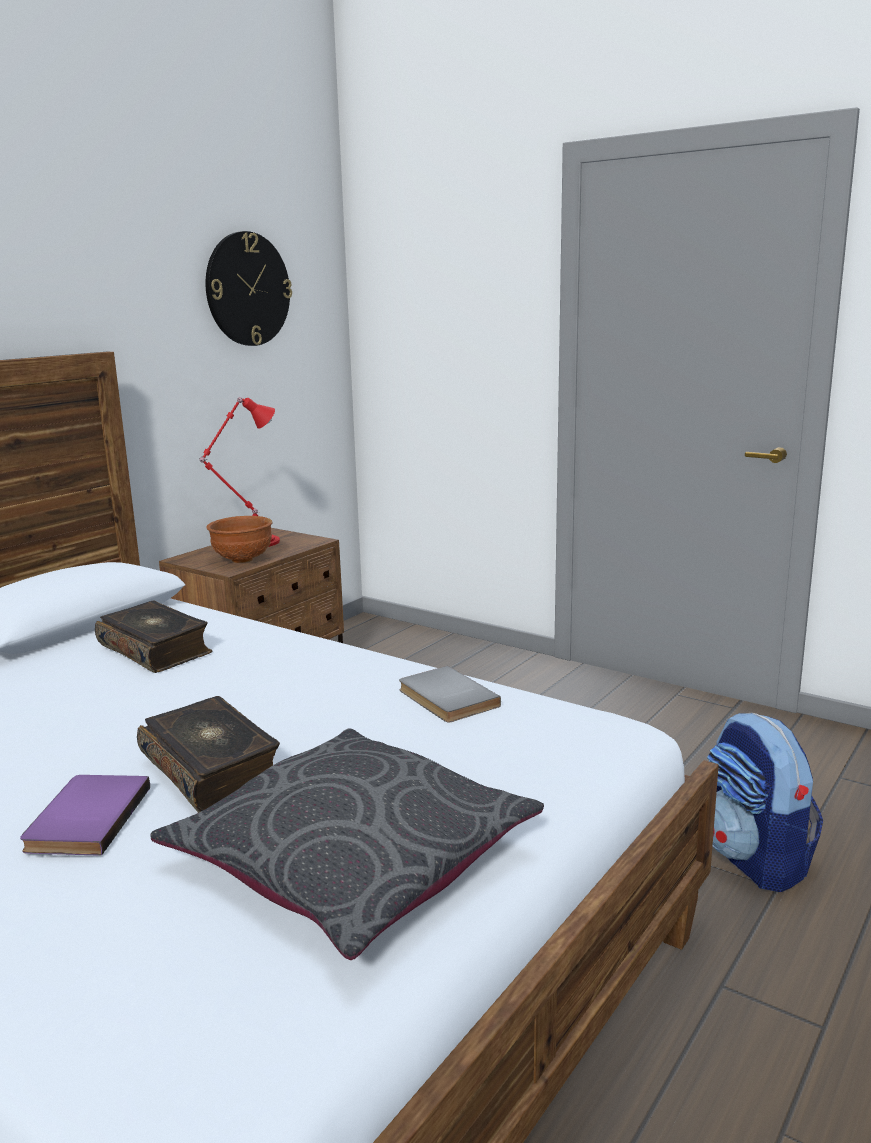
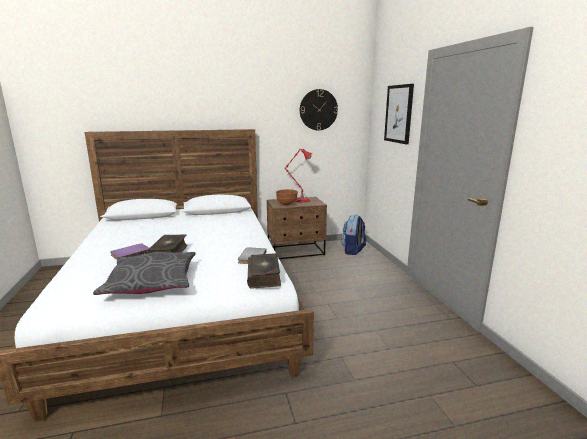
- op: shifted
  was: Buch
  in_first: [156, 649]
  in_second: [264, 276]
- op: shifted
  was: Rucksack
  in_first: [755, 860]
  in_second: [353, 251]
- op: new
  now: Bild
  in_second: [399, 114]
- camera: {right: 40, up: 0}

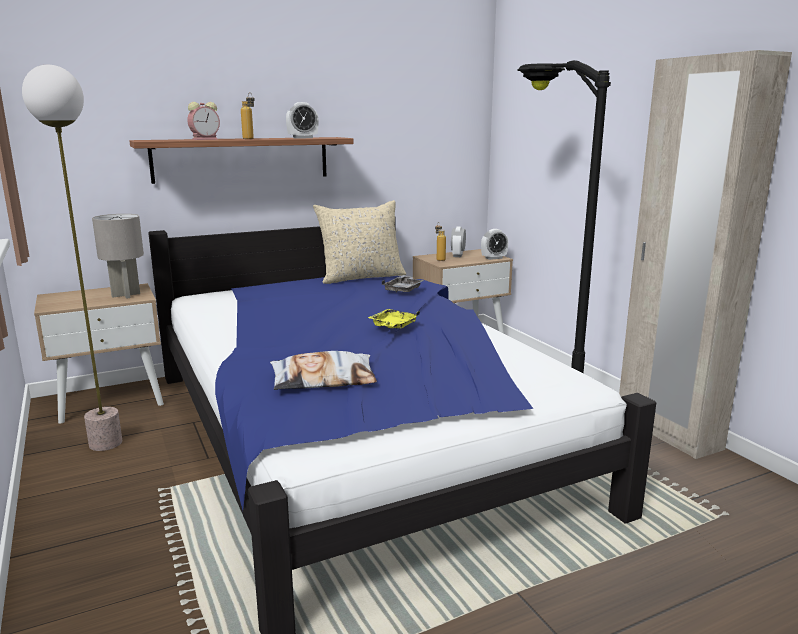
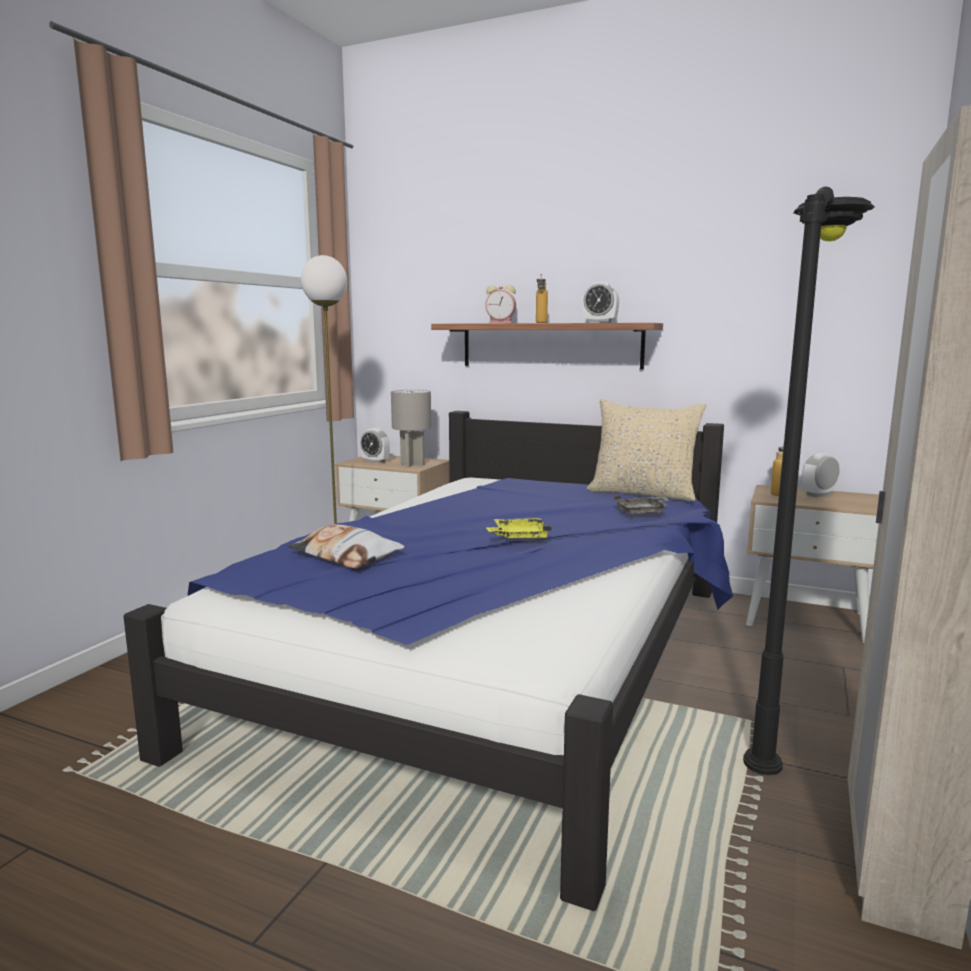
- op: shifted
  was: Wecker
  in_first: [494, 258]
  in_second: [375, 461]
- camera: {right: 50, up: -5}

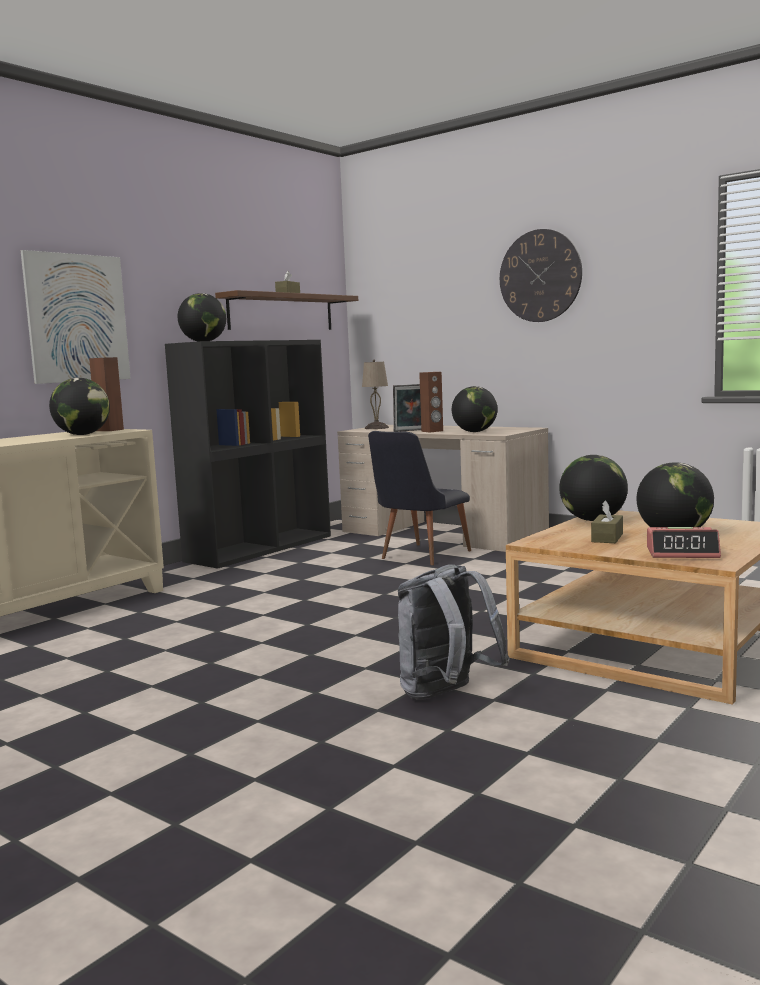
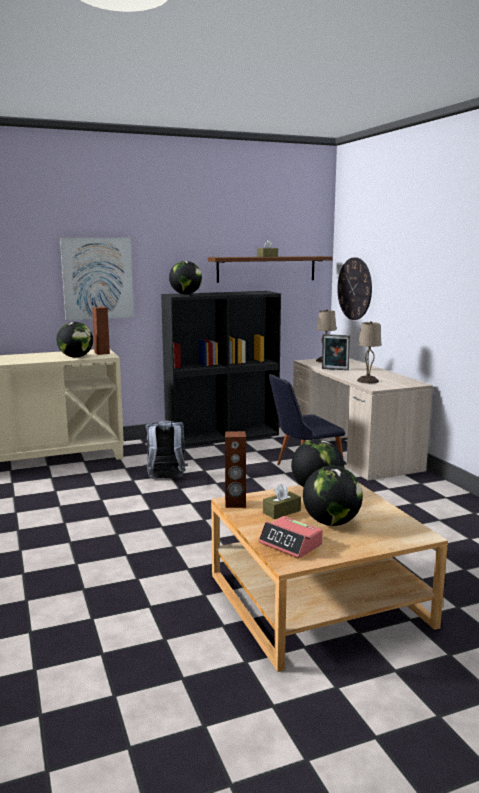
- op: shifted
  was: Wanduhr
  in_first: [540, 276]
  in_second: [354, 288]
- op: shifted
  was: Lautsprecher [braun]
  in_first: [432, 431]
  in_second: [235, 504]
- op: swapped
  was: Globus
  now: Tischlampe [beige]
  in_first: [474, 432]
  in_second: [367, 380]
- op: shifted
  was: Rucksack [grau]
  in_first: [446, 695]
  in_second: [166, 479]
- camera: {right: 30, up: 5}

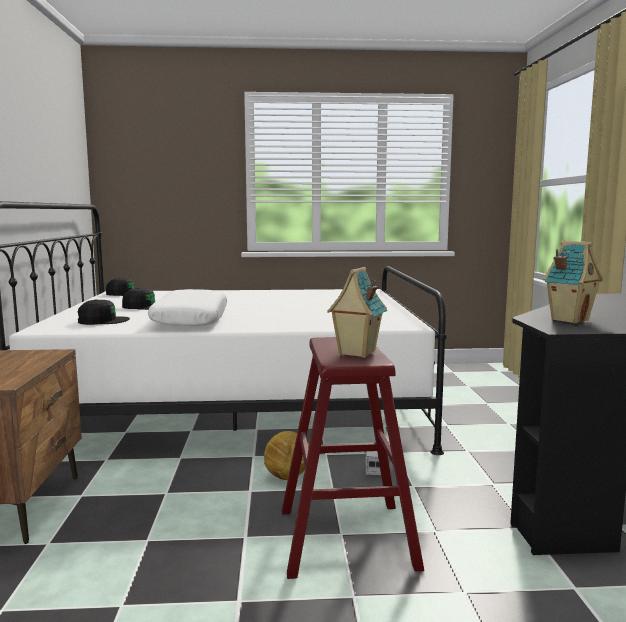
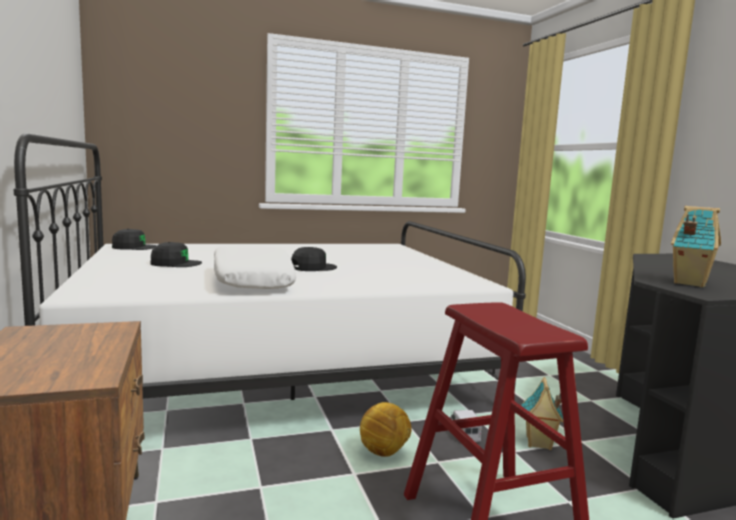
- op: shifted
  was: Spielzeughaus
  in_first: [356, 353]
  in_second: [538, 443]
- op: shifted
  was: Kappe [schwarz]
  in_first: [102, 321]
  in_second: [313, 267]
- camera: {right: -15, up: 0}

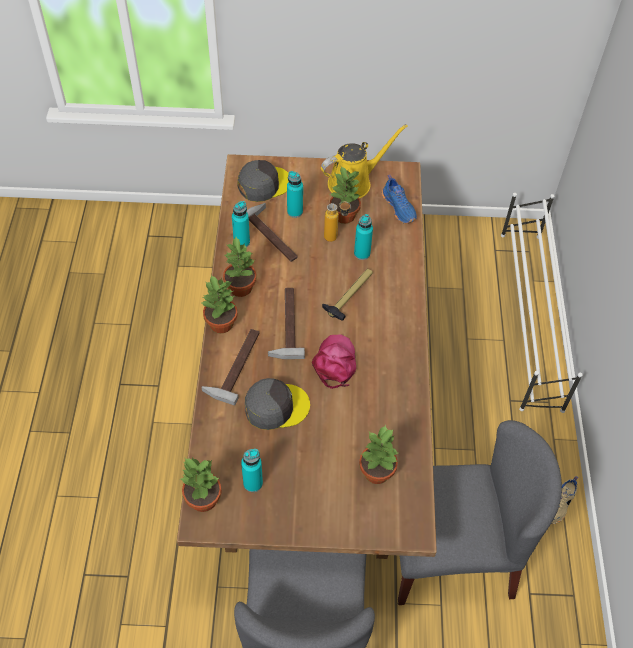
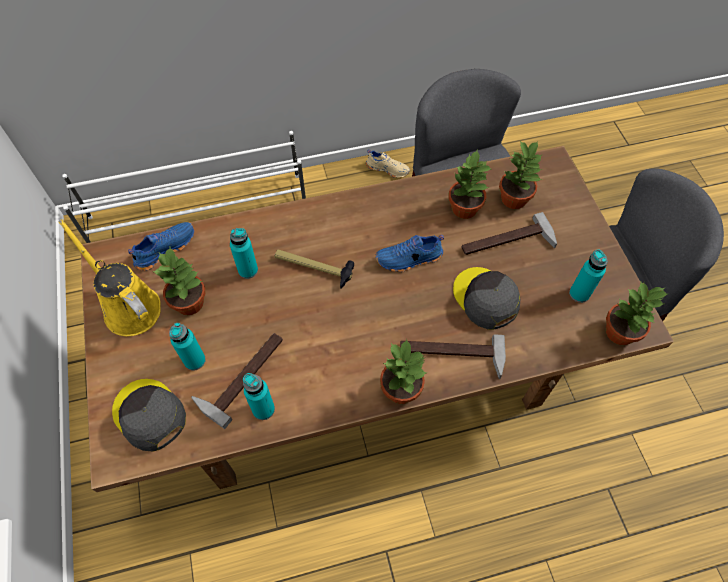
- op: gone
  was: Flasche
  in_first: [336, 238]
- op: shifted
  was: Topfpflanze
  in_first: [240, 287]
  in_second: [464, 209]
- op: shifted
  was: Hammer
  in_first: [285, 324]
  in_second: [507, 243]
- op: swapped
  was: Kappe [rosa]
  now: Schuh [blau]
  in_first: [335, 363]
  in_second: [409, 259]
- camera: {right: -105, up: 5}

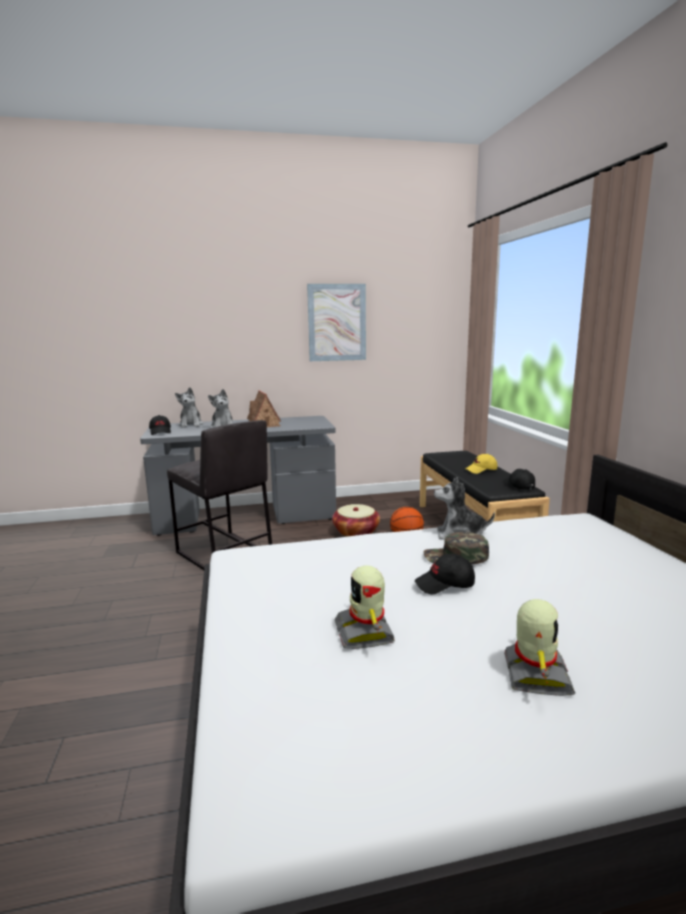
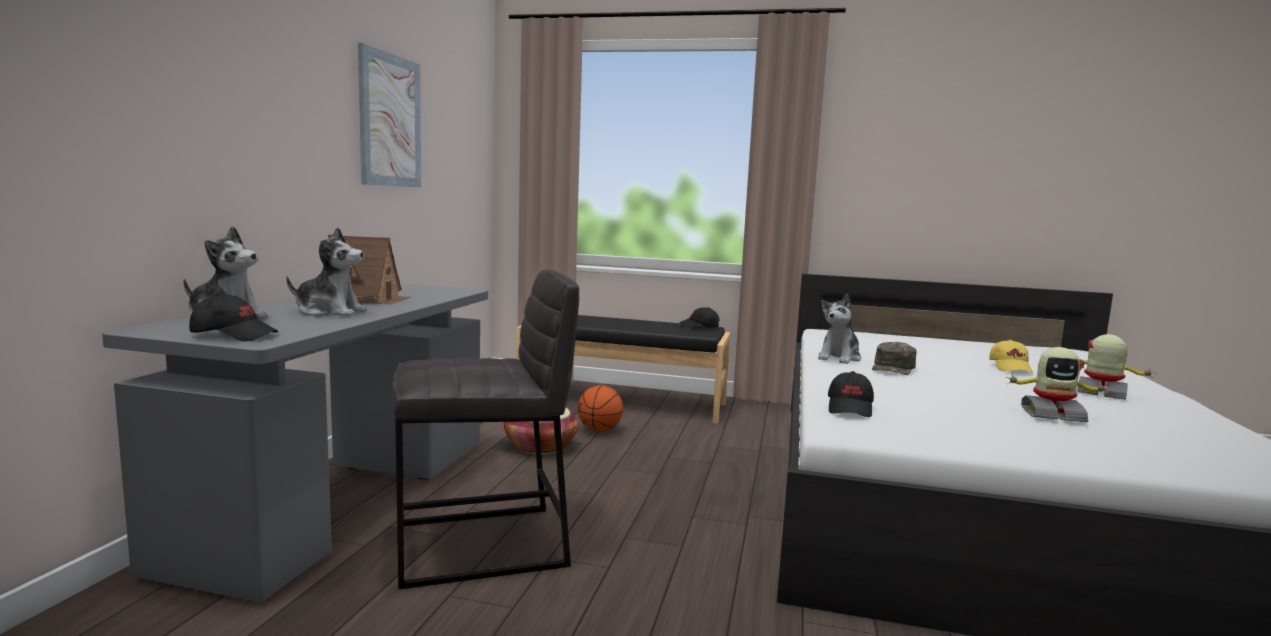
- op: shifted
  was: Kappe [gelb]
  in_first: [481, 470]
  in_second: [1011, 368]
- op: shifted
  was: Kappe [schwarz]
  in_first: [445, 584]
  in_second: [850, 408]
- camera: {right: -65, up: -5}

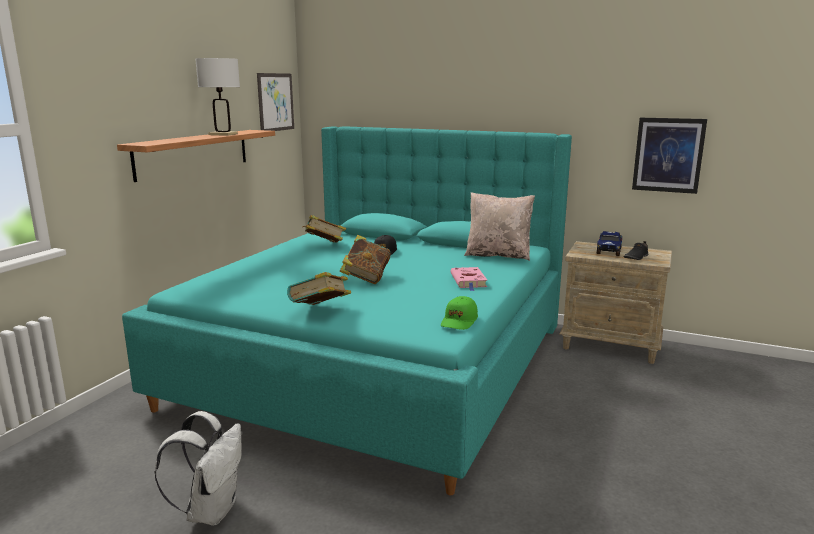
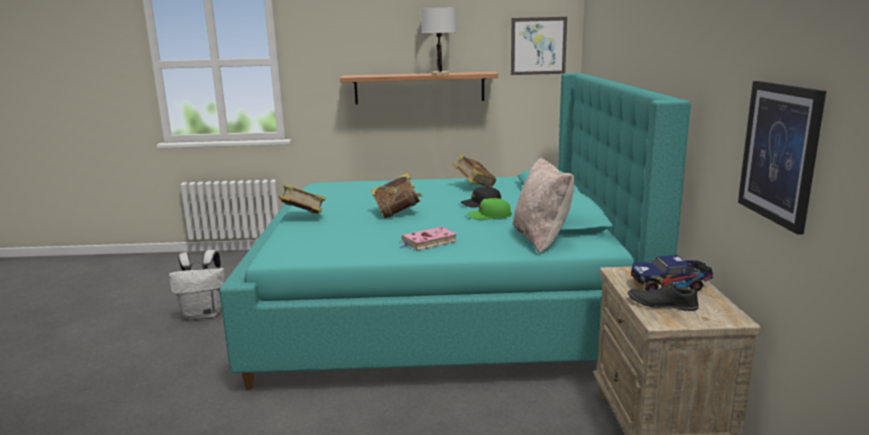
- op: shifted
  was: Kappe [grün]
  in_first: [459, 321]
  in_second: [489, 216]
- camera: {right: 65, up: 0}

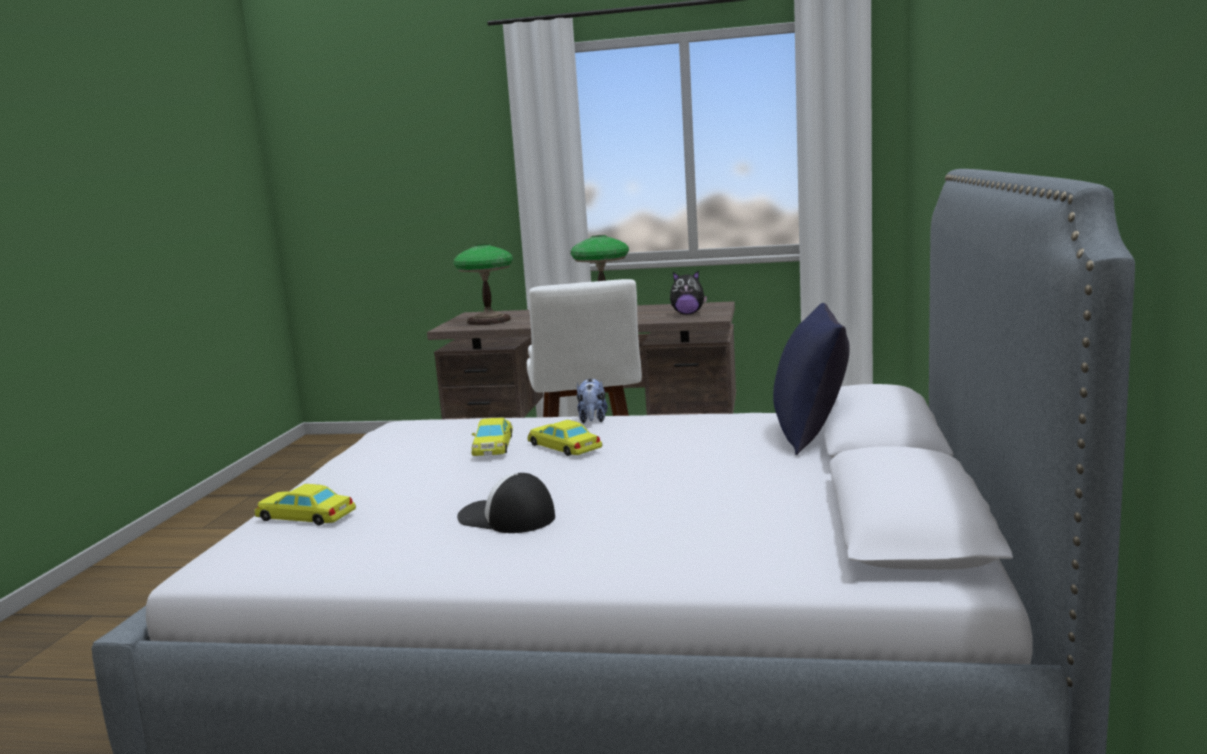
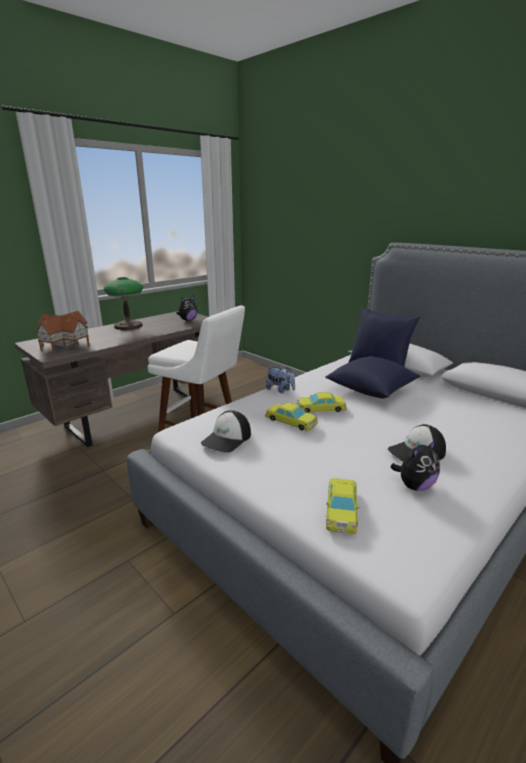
- op: swapped
  was: Tischlampe
  now: Spielzeughaus
  in_first: [489, 321]
  in_second: [66, 345]
- op: rotated
  was: Spielzeugauto [gelb]
  in_first: [305, 516]
  in_second: [341, 509]
  clockwise: -45
- op: new
  now: Kissen [blau]
  in_second: [370, 390]
- op: new
  now: Kappe
  in_second: [227, 439]
- op: new
  now: Plüschtier
  in_second: [414, 486]
- camera: {right: -55, up: 10}

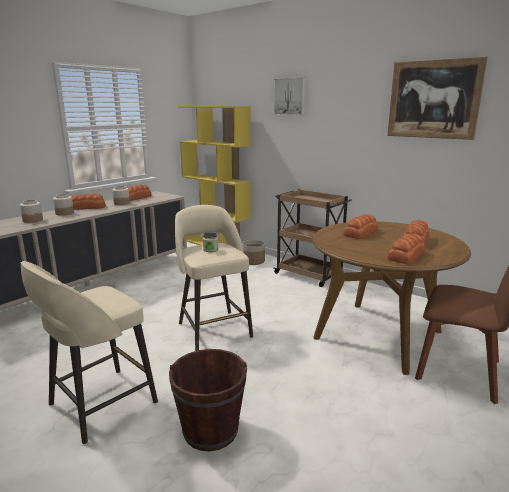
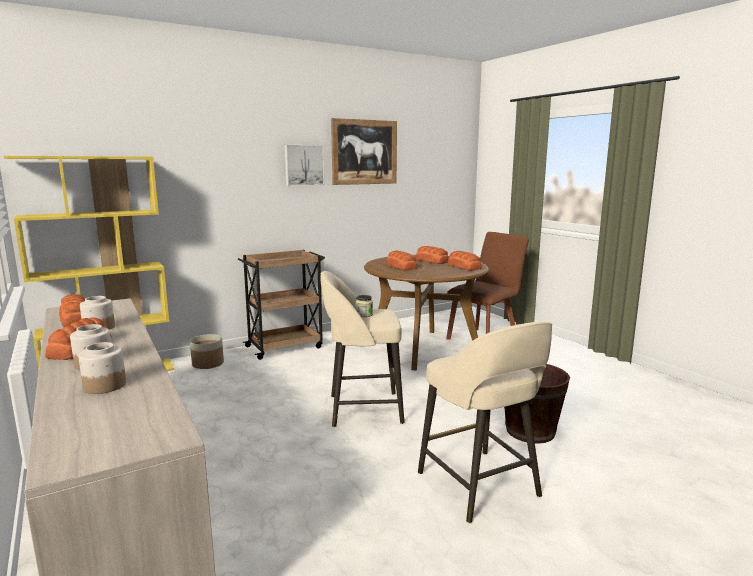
- op: shifted
  was: Bild
  in_first: [290, 96]
  in_second: [304, 165]
- camera: {right: -70, up: -5}

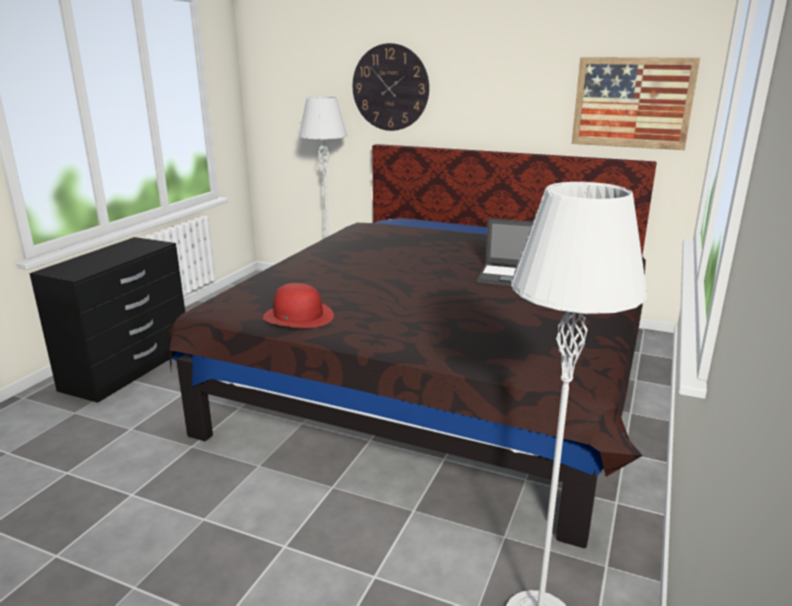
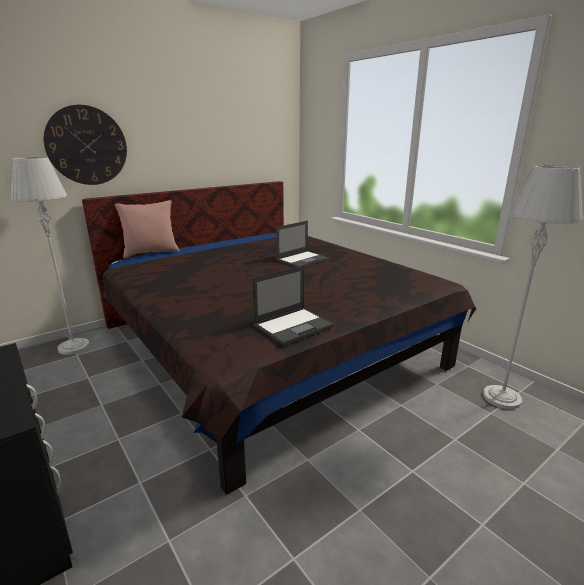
- op: gone
  was: Bild
  in_first: [632, 103]
- op: swapped
  was: Hut [rot]
  now: Laptop
  in_first: [299, 316]
  in_second: [294, 325]
- op: new
  now: Kissen [rosa]
  in_second: [151, 253]
- camera: {right: -60, up: 0}

